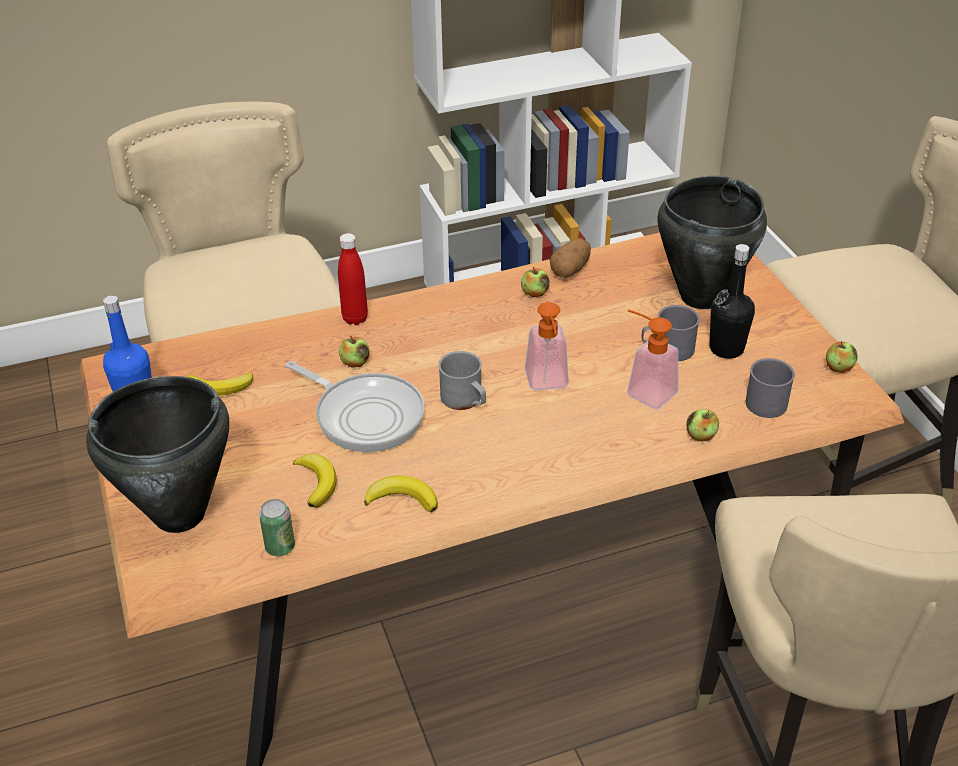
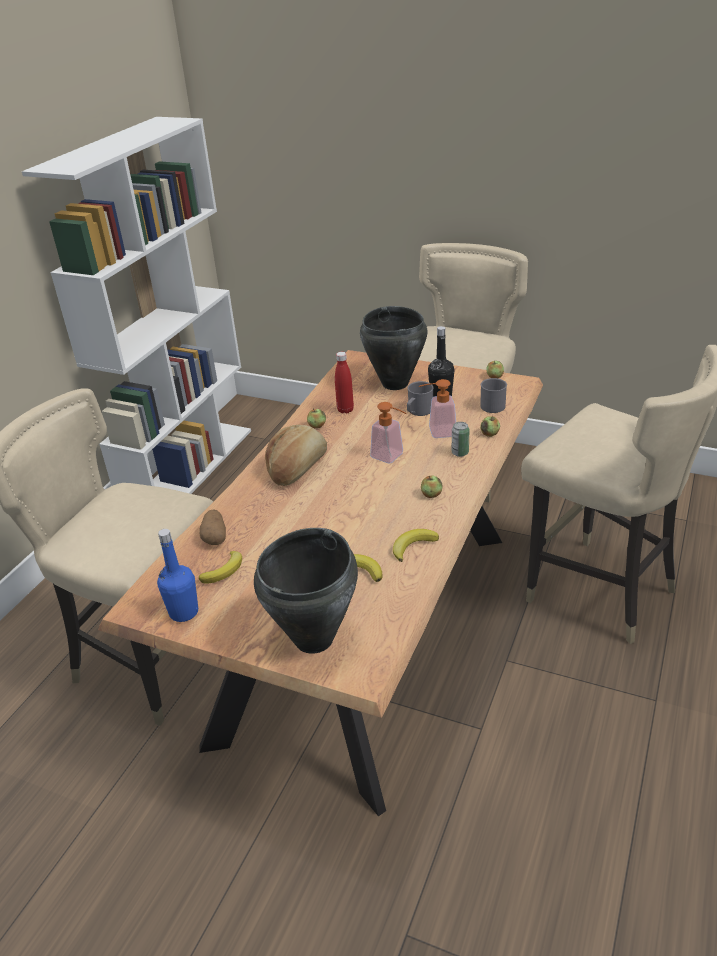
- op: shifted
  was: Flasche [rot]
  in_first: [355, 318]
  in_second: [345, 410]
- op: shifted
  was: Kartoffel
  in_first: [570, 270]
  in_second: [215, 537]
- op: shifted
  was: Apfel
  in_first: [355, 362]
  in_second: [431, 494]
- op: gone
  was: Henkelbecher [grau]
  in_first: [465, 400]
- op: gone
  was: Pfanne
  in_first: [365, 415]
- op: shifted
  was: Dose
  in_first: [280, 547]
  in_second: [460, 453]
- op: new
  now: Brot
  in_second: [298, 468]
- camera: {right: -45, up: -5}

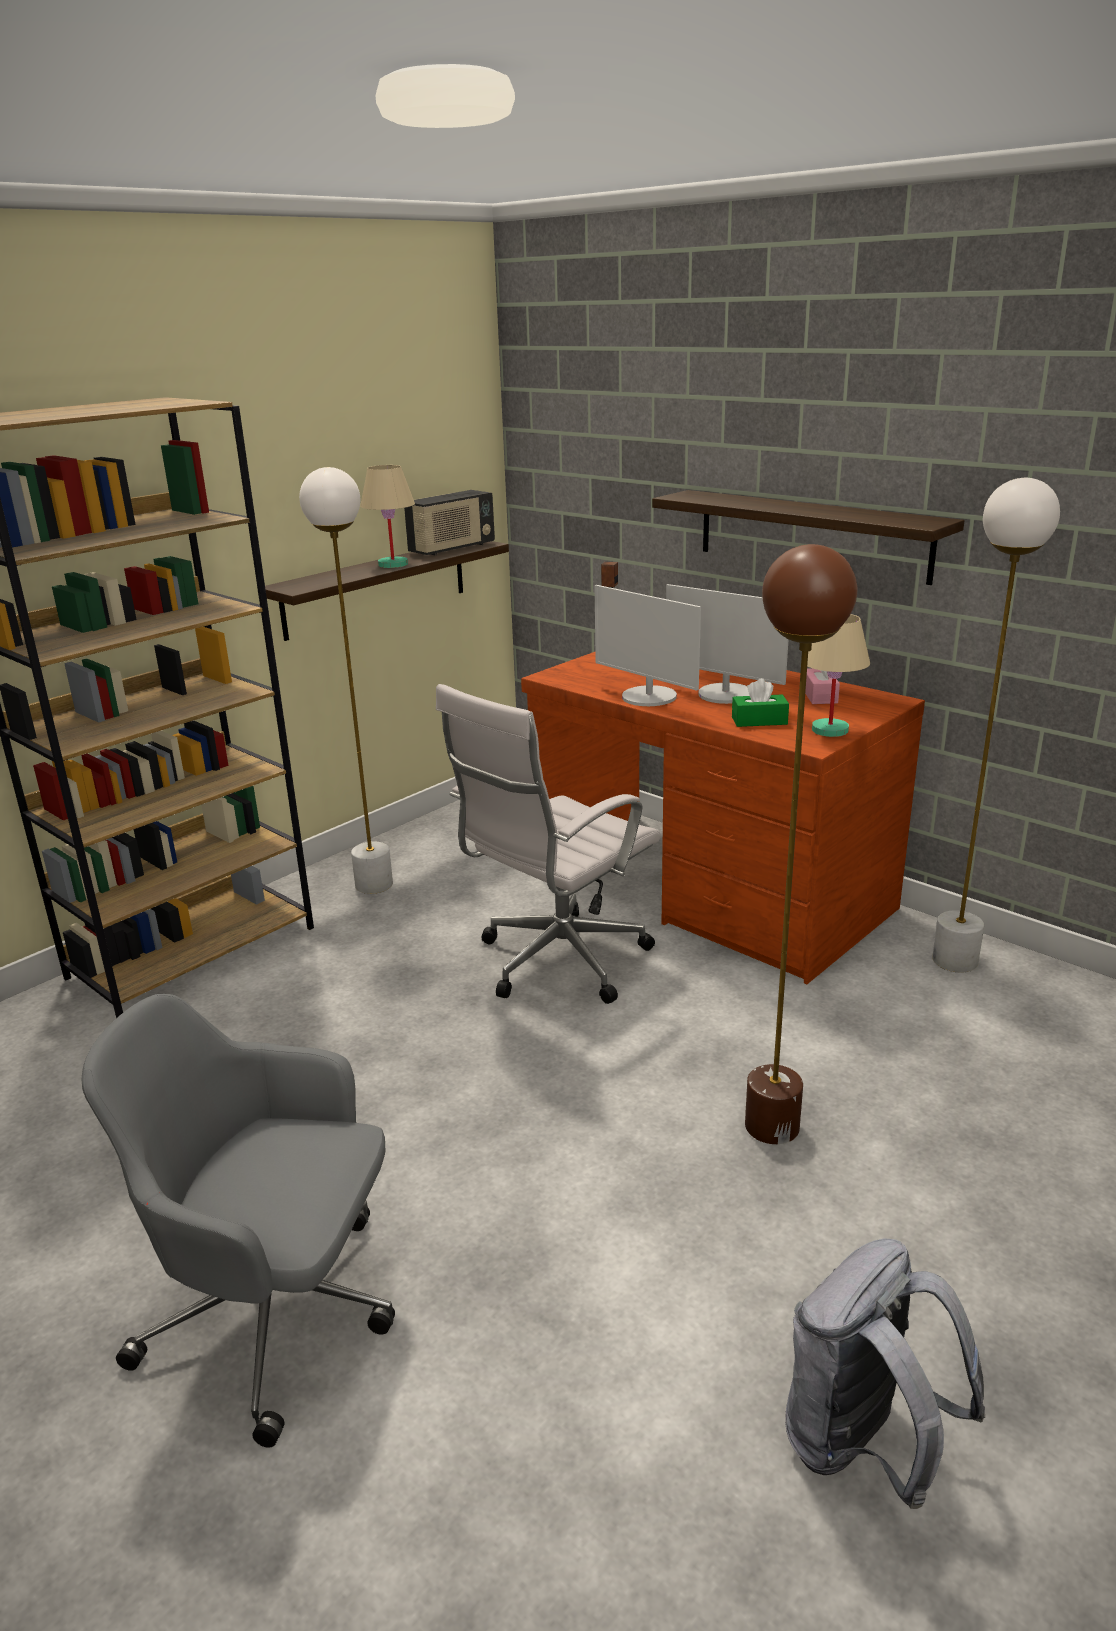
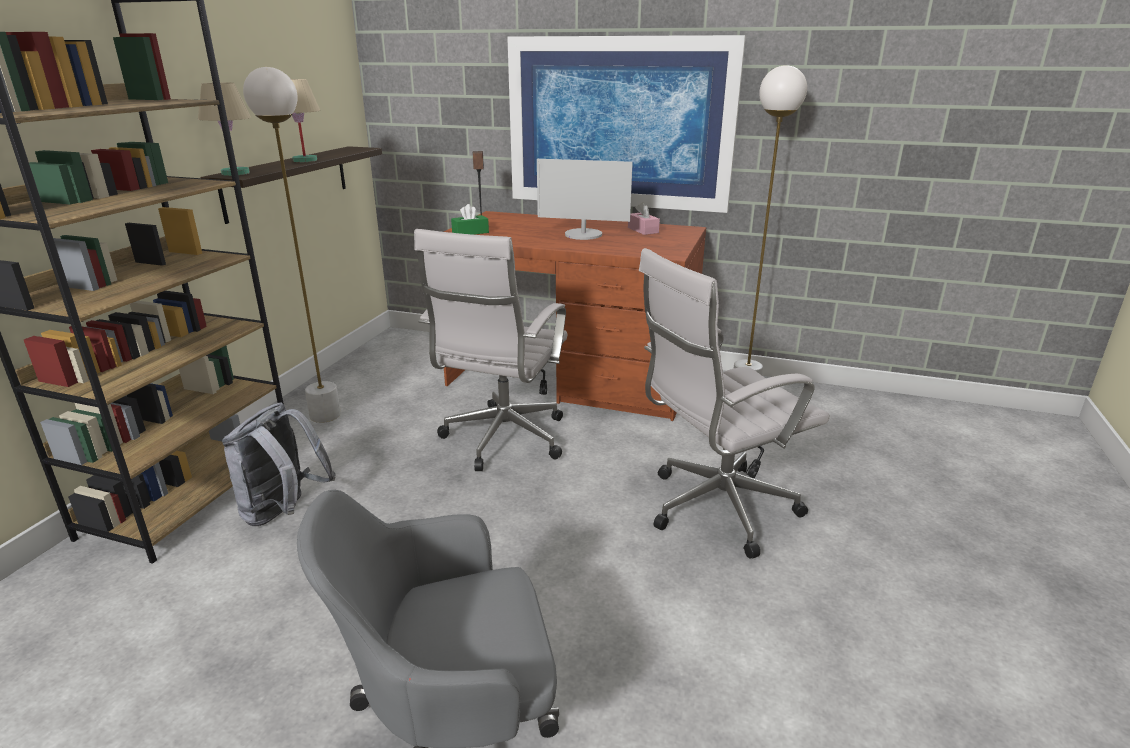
- op: gone
  was: Radio
  in_first: [452, 549]
- op: swapped
  was: Wandregal
  now: Bild
  in_first: [812, 535]
  in_second: [619, 124]
- op: swapped
  was: Stehlampe [braun]
  now: Bürostuhl [weiß]
  in_first: [771, 1126]
  in_second: [714, 509]
- op: gone
  was: Monitor
  in_first: [648, 697]
- op: shifted
  was: Tischlampe [beige]
  in_first: [830, 730]
  in_second: [236, 173]
- op: shifted
  was: Taschentuchbox [grün]
  in_first: [759, 721]
  in_second: [470, 232]
- op: shifted
  was: Rucksack [grau]
  in_first: [864, 1446]
  in_second: [284, 513]
- camera: {right: -25, up: 0}

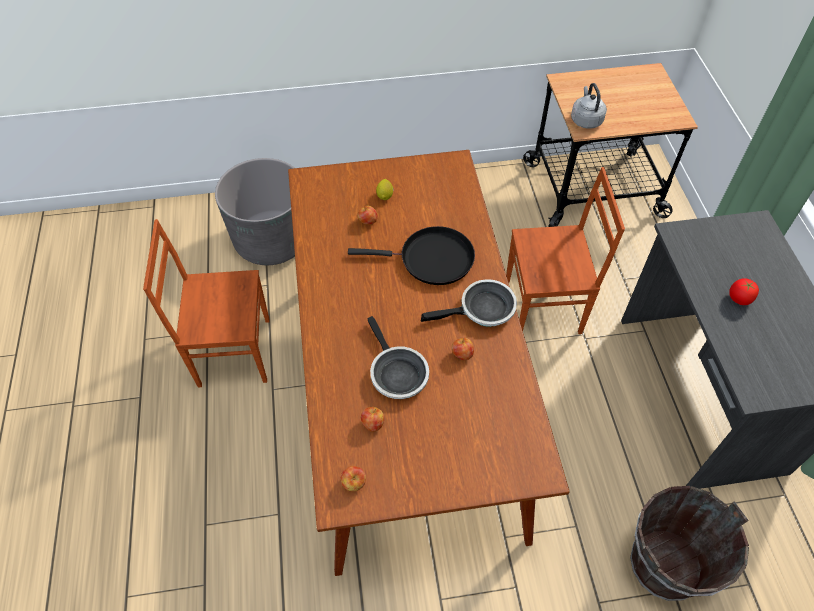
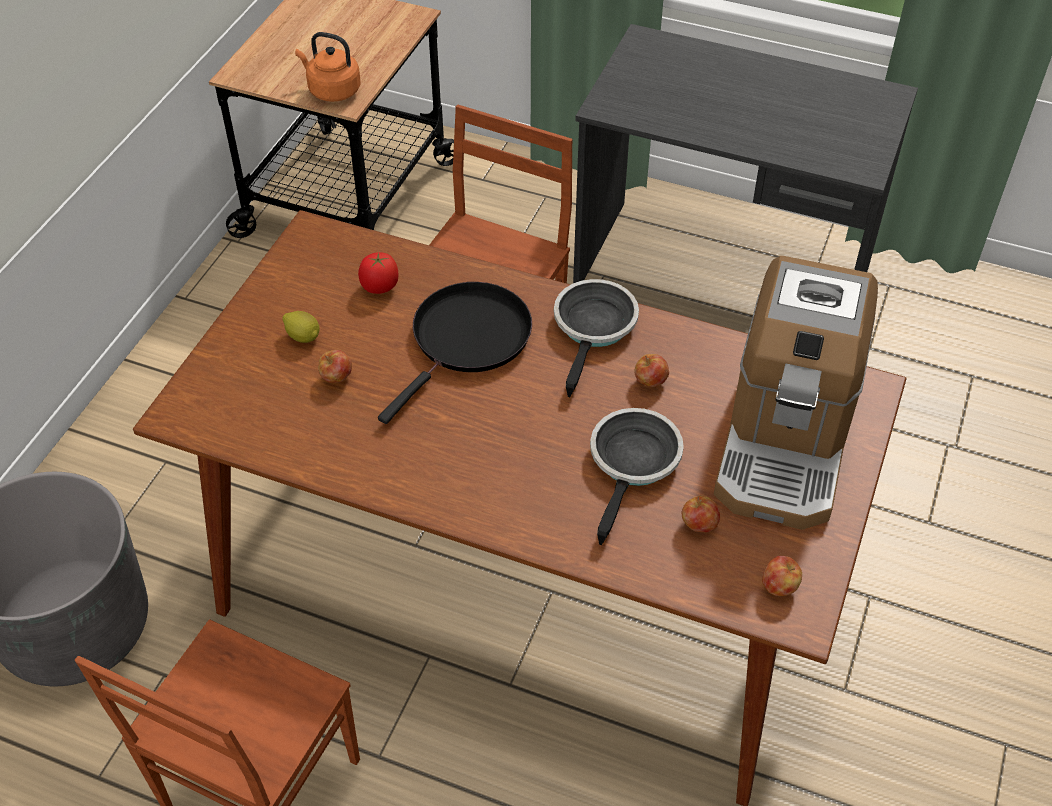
- op: repainted
  was: Wasserkessel [grau]
  now: Wasserkessel [orange]
  in_first: [585, 119]
  in_second: [332, 90]
- op: shifted
  was: Tomate
  in_first: [739, 299]
  in_second: [379, 287]
- op: rotated
  was: Pfanne
  in_first: [396, 373]
  in_second: [633, 464]
  clockwise: -75
- op: gone
  was: Eimer [braun]
  in_first: [664, 564]
- op: new
  now: Kaffeemaschine
  in_second: [785, 441]
- camera: {right: -60, up: -5}

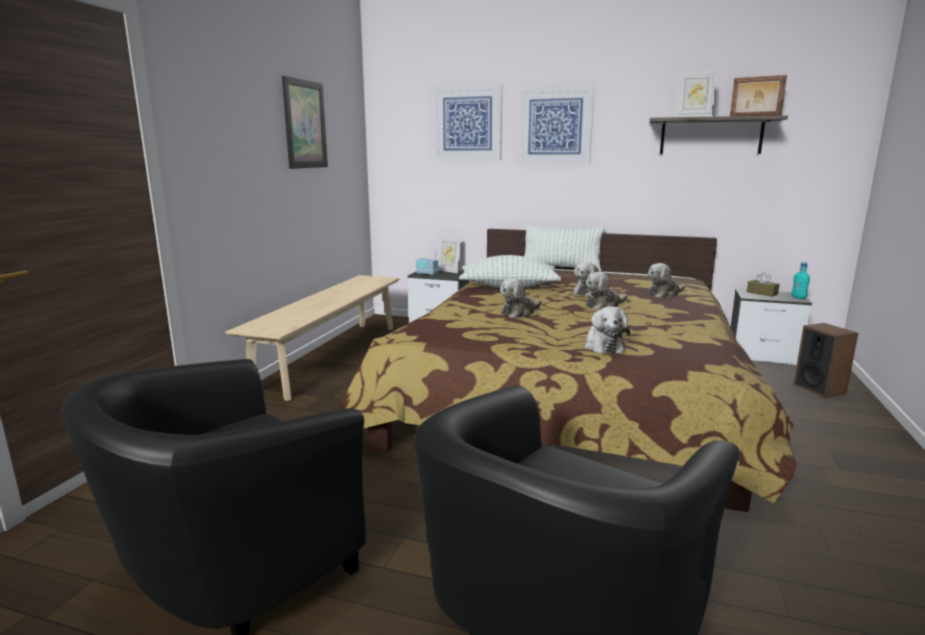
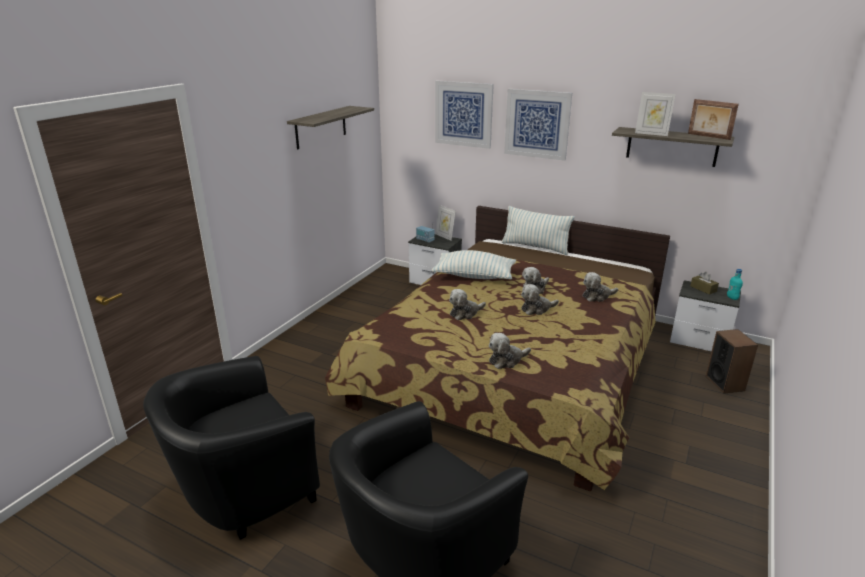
- op: swapped
  was: Bild
  now: Wandregal
  in_first: [305, 124]
  in_second: [321, 127]
- op: gone
  was: Bank [beige]
  in_first: [331, 356]
- op: rotated
  was: Plüschtier
  in_first: [603, 346]
  in_second: [506, 360]
  clockwise: 60
- camera: {right: 10, up: 10}

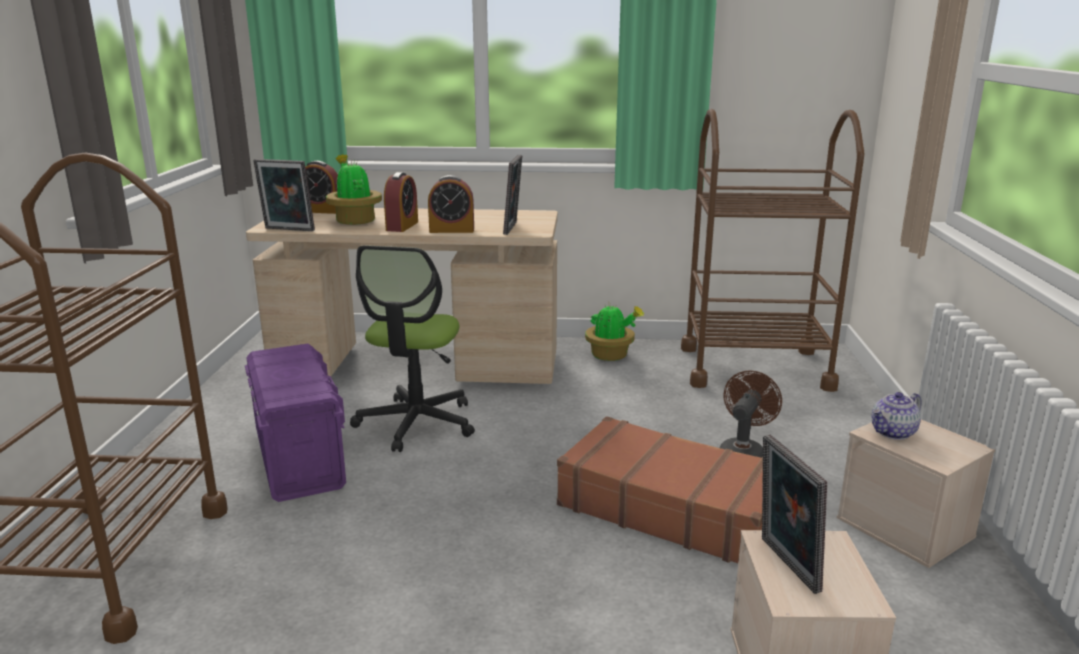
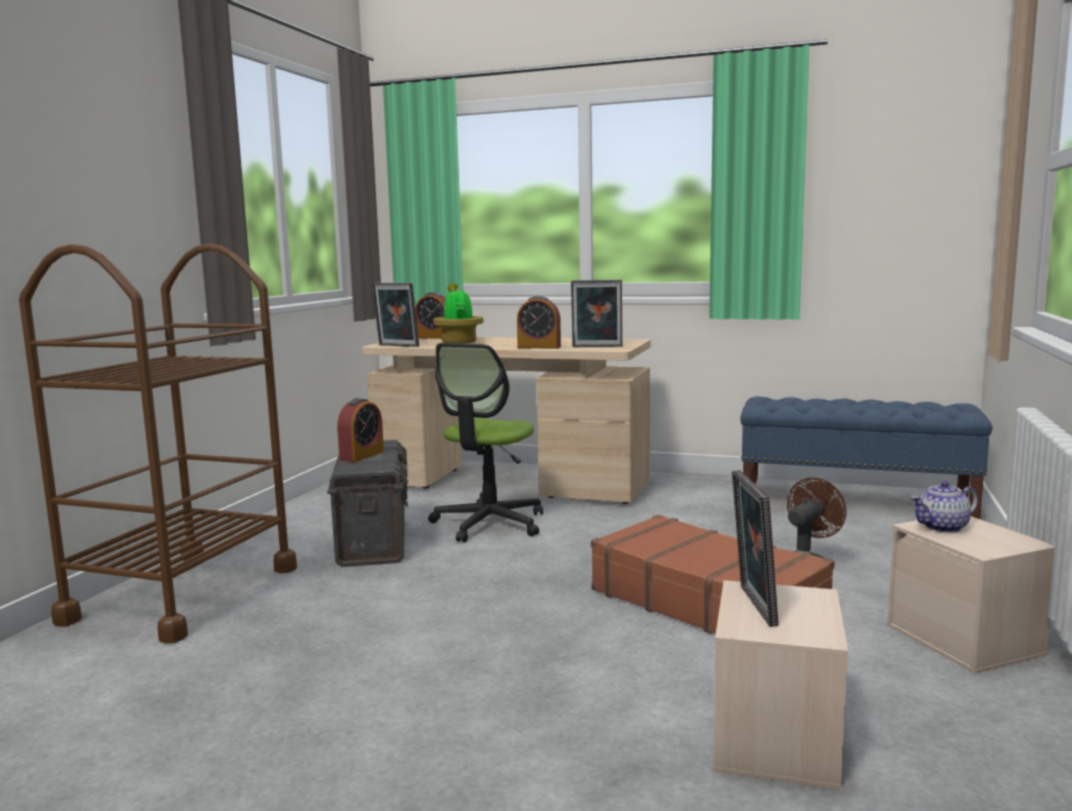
- op: swapped
  was: Rollwagen [braun]
  now: Bank [blau]
  in_first: [754, 368]
  in_second: [855, 504]
- op: rotated
  was: Bilderrahmen
  in_first: [513, 228]
  in_second: [597, 347]
  clockwise: 75
- op: shifted
  was: Wecker
  in_first: [402, 226]
  in_second: [362, 456]
- op: gone
  was: Topfpflanze
  in_first: [611, 356]
- op: repainted
  was: Aufbewahrungsbox [lila]
  now: Aufbewahrungsbox [grau]
  in_first: [299, 459]
  in_second: [373, 540]
- camera: {right: 15, up: -10}

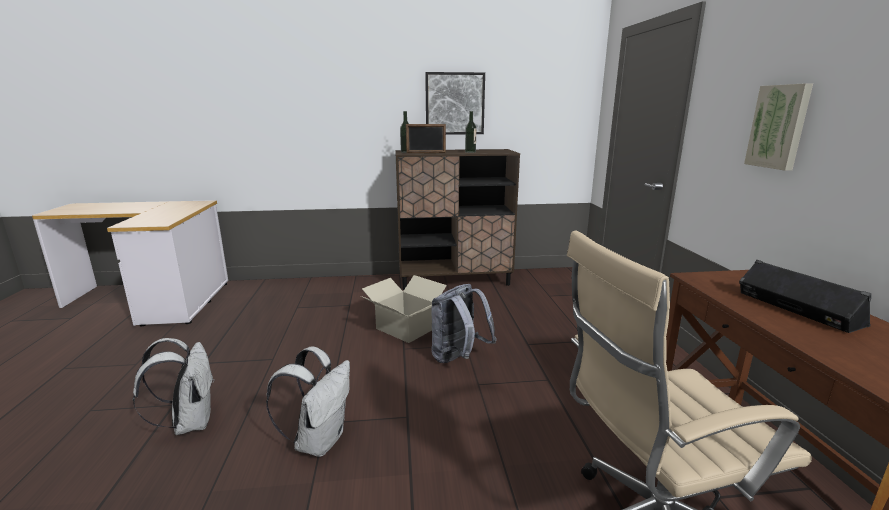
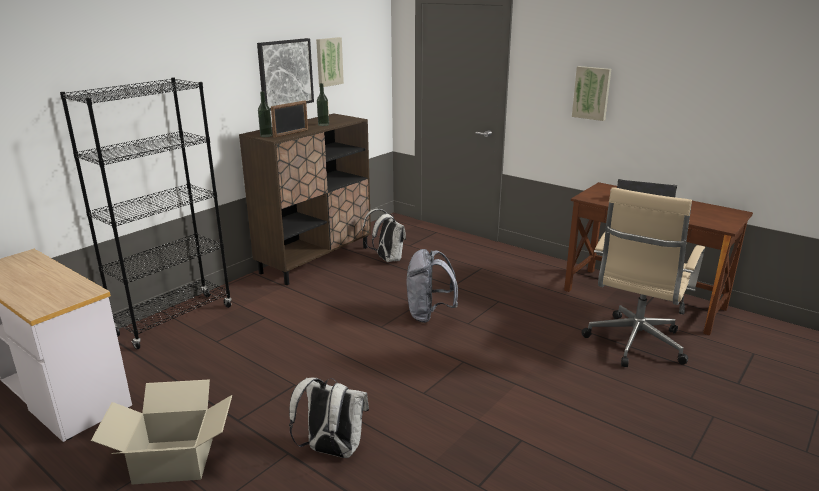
- op: shifted
  was: Karton
  in_first: [406, 328]
  in_second: [173, 460]
- op: shifted
  was: Rucksack [weiß]
  in_first: [319, 440]
  in_second: [387, 259]
- op: new
  now: Bild
  in_second: [328, 62]
- op: new
  now: Bücherregal [schwarz]
  in_second: [175, 320]
- camera: {right: -45, up: 5}

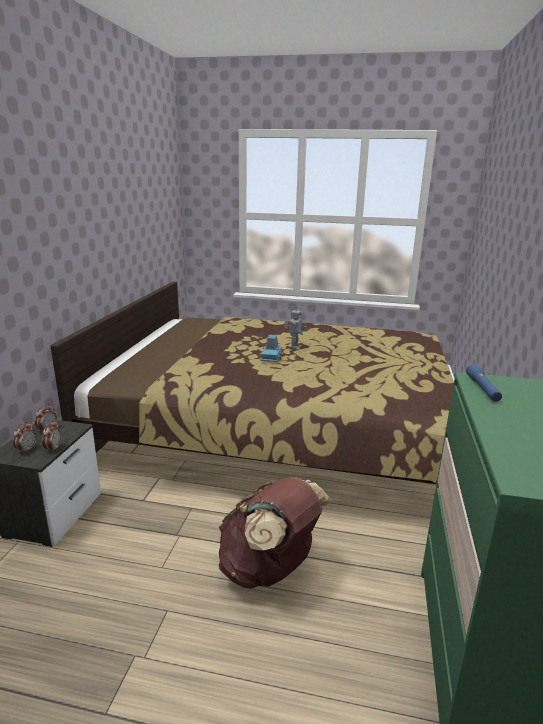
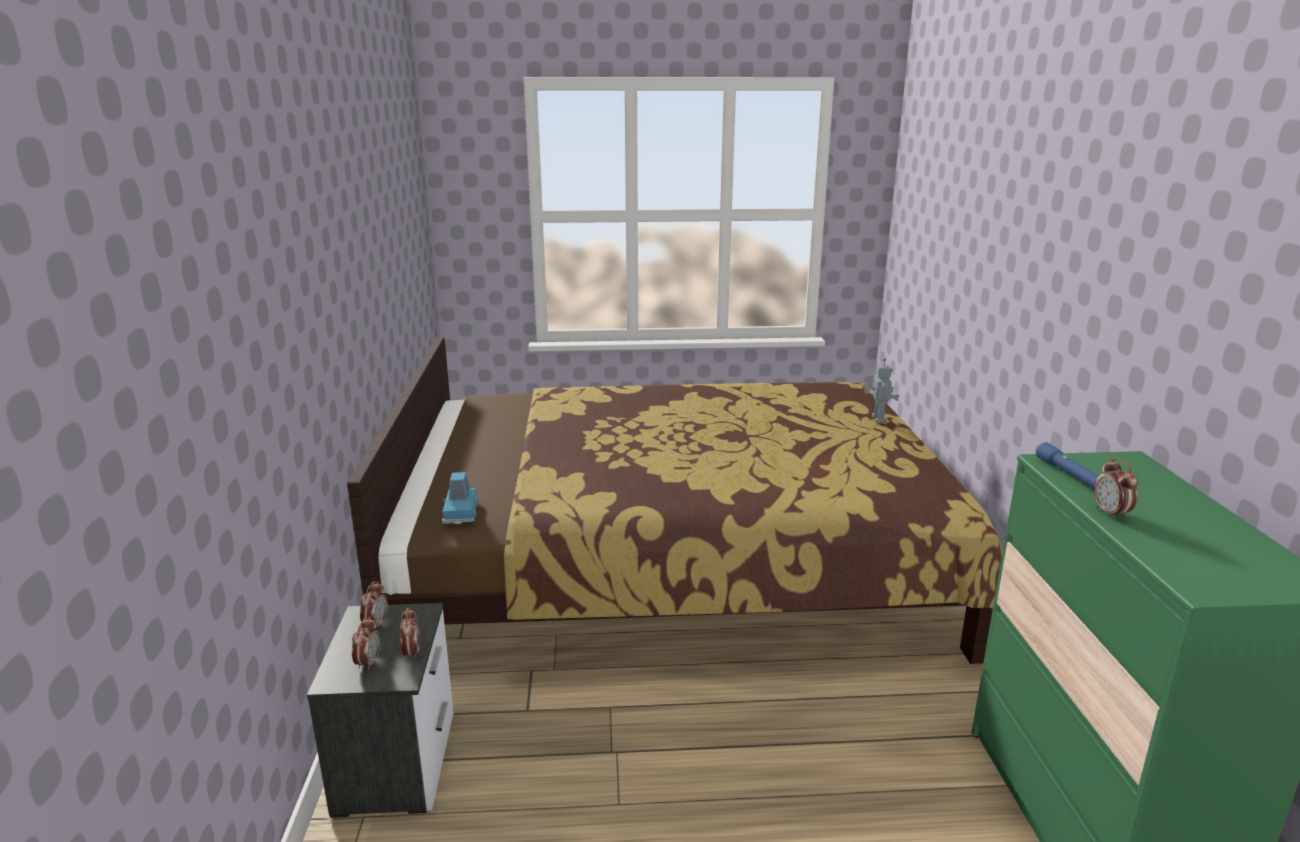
- op: shifted
  was: Spielzeugroboter
  in_first: [293, 347]
  in_second: [877, 419]
- op: shifted
  was: Spielzeugauto [blau]
  in_first: [271, 358]
  in_second: [461, 513]
- op: gone
  was: Rucksack [braun]
  in_first: [269, 569]
- op: new
  now: Wecker
  in_second: [1111, 514]
- camera: {right: -15, up: 0}

